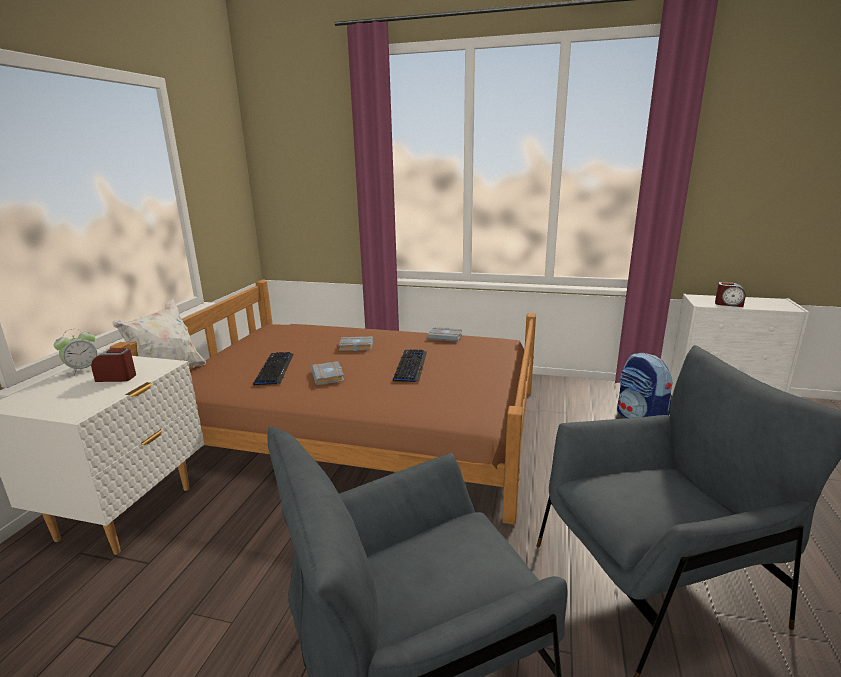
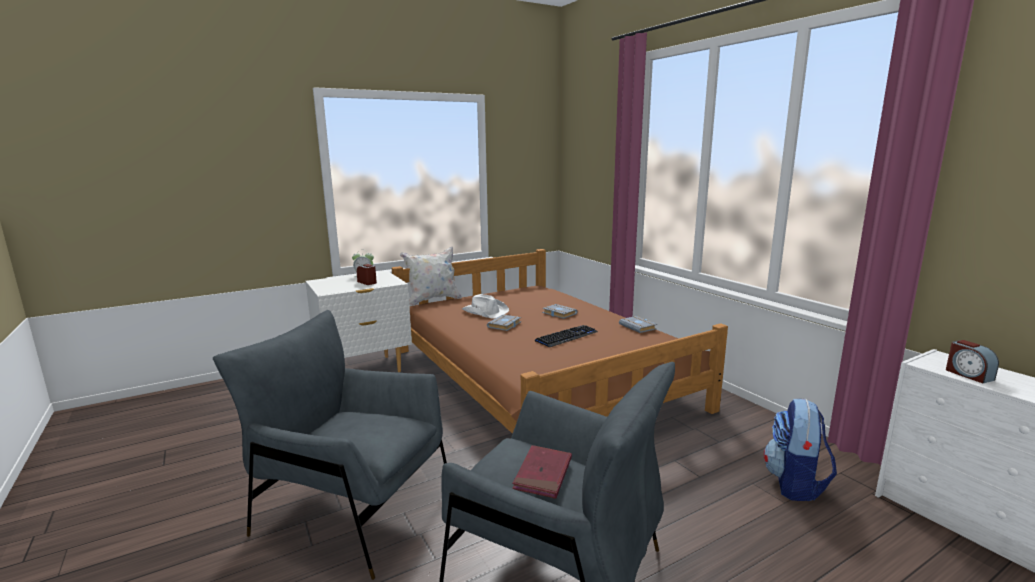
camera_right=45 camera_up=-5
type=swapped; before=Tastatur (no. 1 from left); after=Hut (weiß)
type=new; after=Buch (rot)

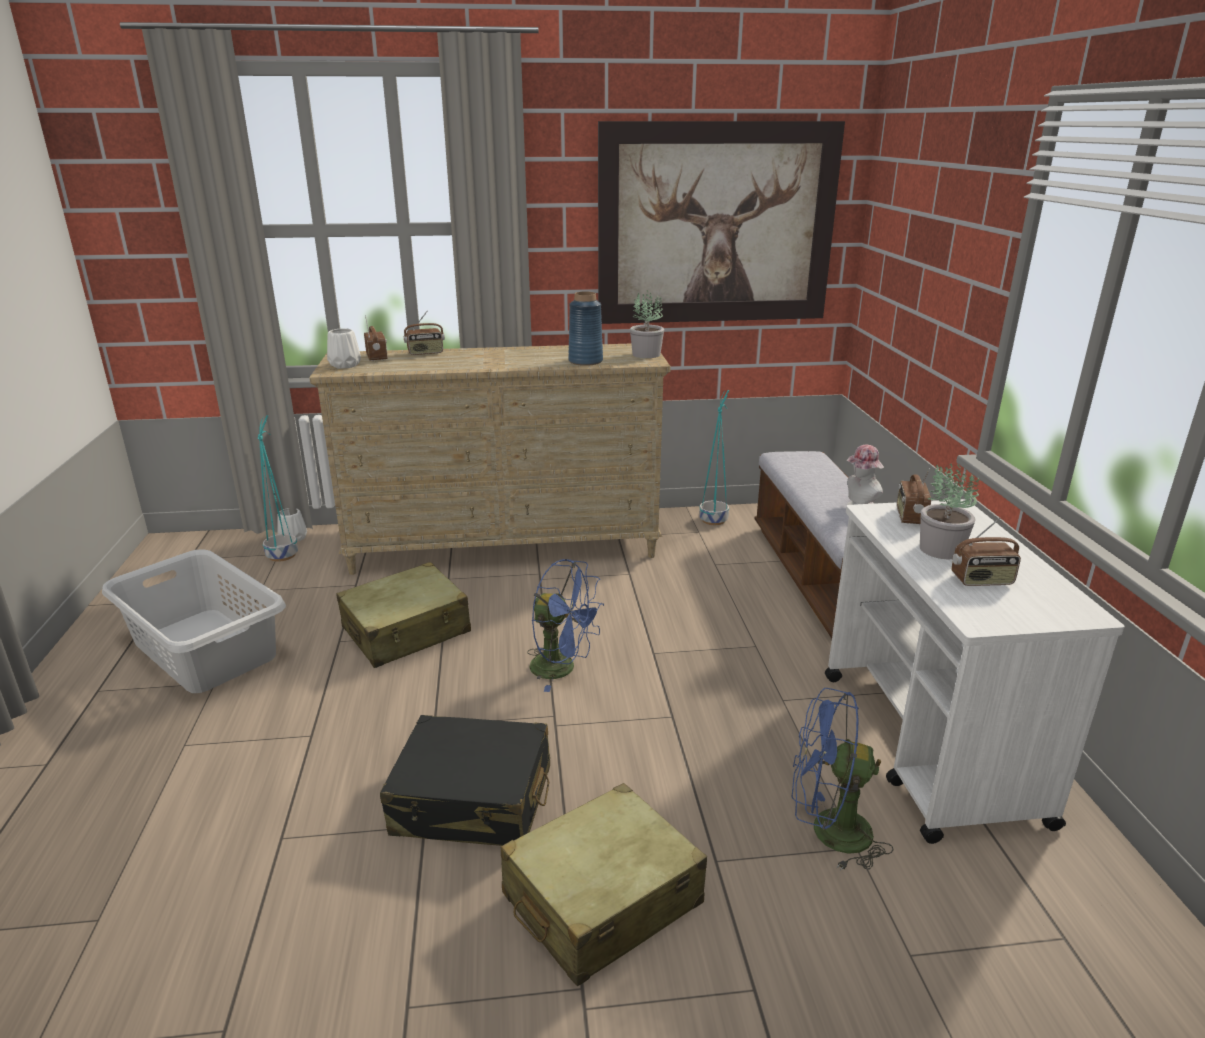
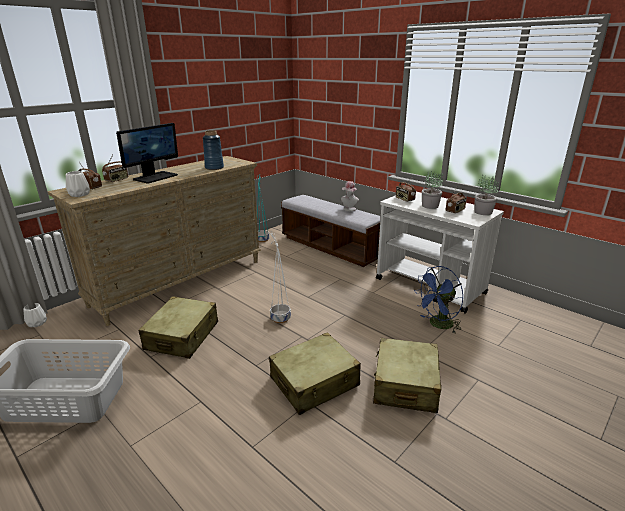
camera_right=-40 camera_up=0
type=gone; before=Pflanzkübel (türkis) (no. 1 from left)
type=repainted; before=Koffer (schwarz); after=Koffer (beige) (no. 2 from left)
type=swapped; before=Ventilator (blau) (no. 1 from left); after=Pflanzkübel (weiß)
type=gone; before=Bild
type=shifted; before=Topfpflanze (no. 1 from left in the first image); after=Topfpflanze (no. 2 from left)
type=new; after=Monitor

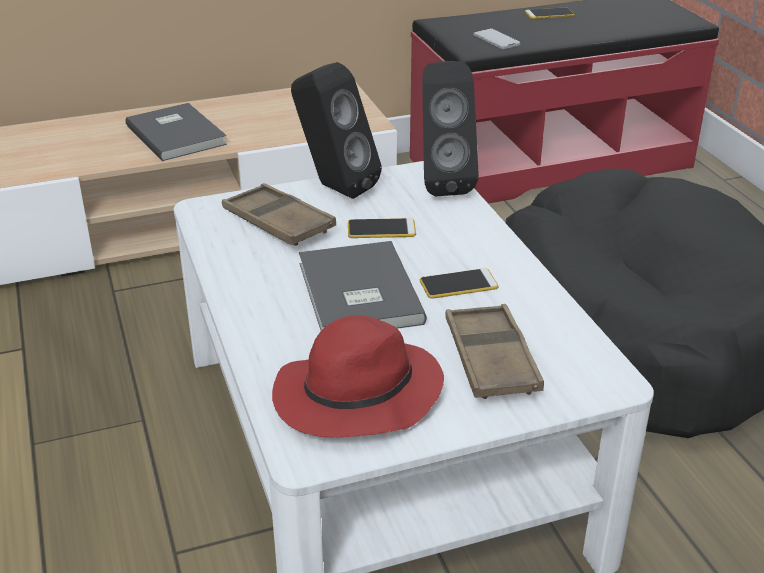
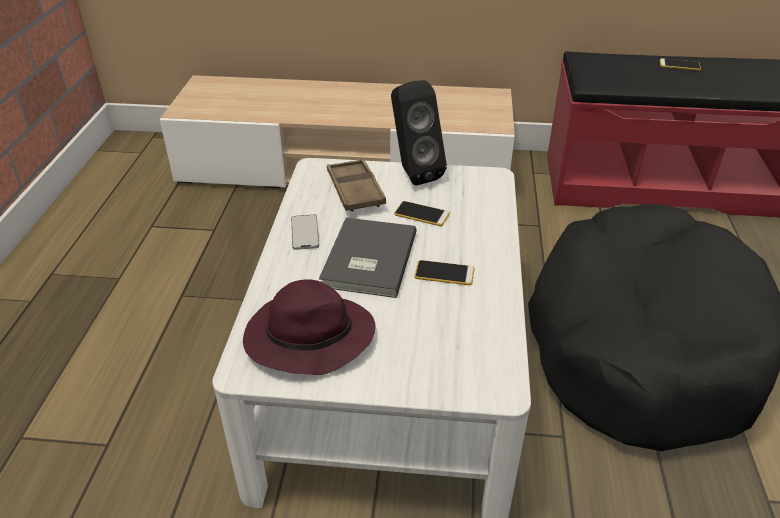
camera_right=25 camera_up=5
type=gone; before=Buch (grau) (no. 1 from left)
type=repainted; before=Hut (rot); after=Hut (lila)
type=gone; before=Lautsprecher (schwarz) (no. 2 from left)
type=gone; before=Tablett (braun) (no. 2 from left)
type=shifted; before=Handy (no. 3 from left in the first image); after=Handy (no. 1 from left)

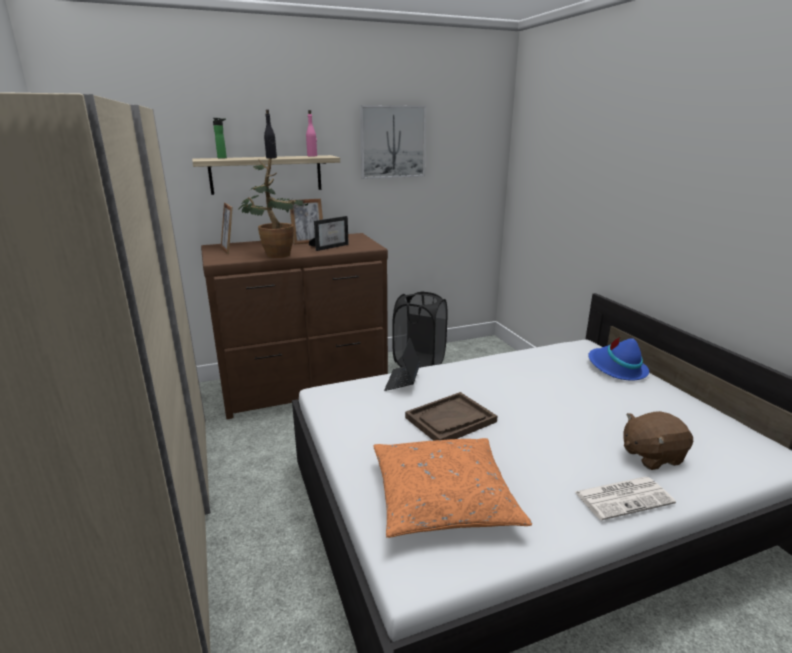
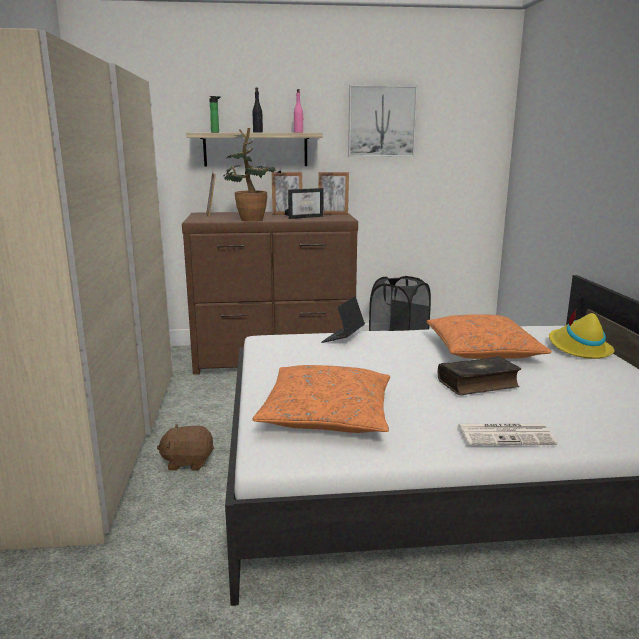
camera_right=15 camera_up=-5
type=gone; before=Tablett (braun)
type=repainted; before=Hut (blau); after=Hut (gelb)
type=shifted; before=Plüschtier (braun)
type=new; after=Bilderrahmen (no. 4 from left)
type=new; after=Kissen (orange) (no. 2 from left)
type=new; after=Buch

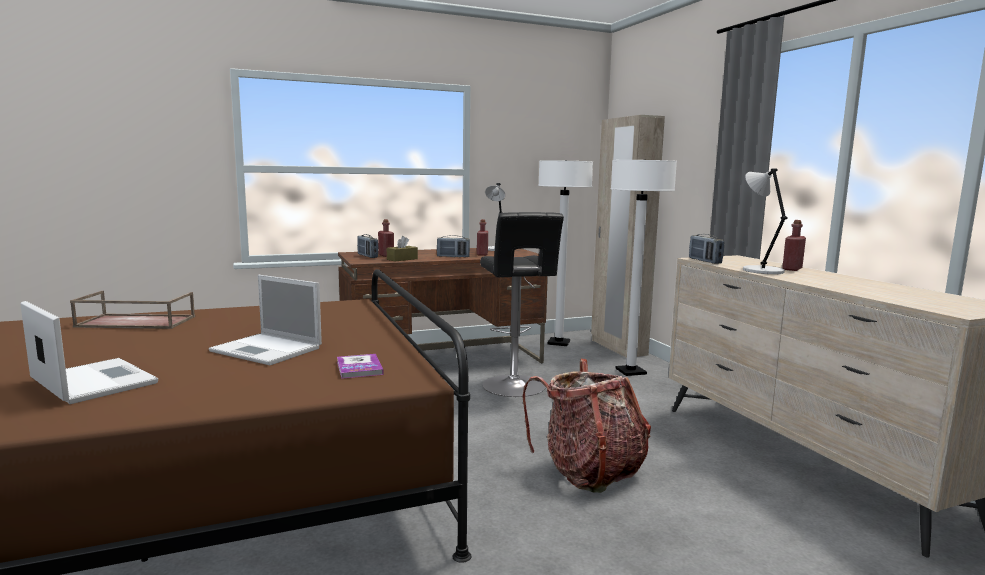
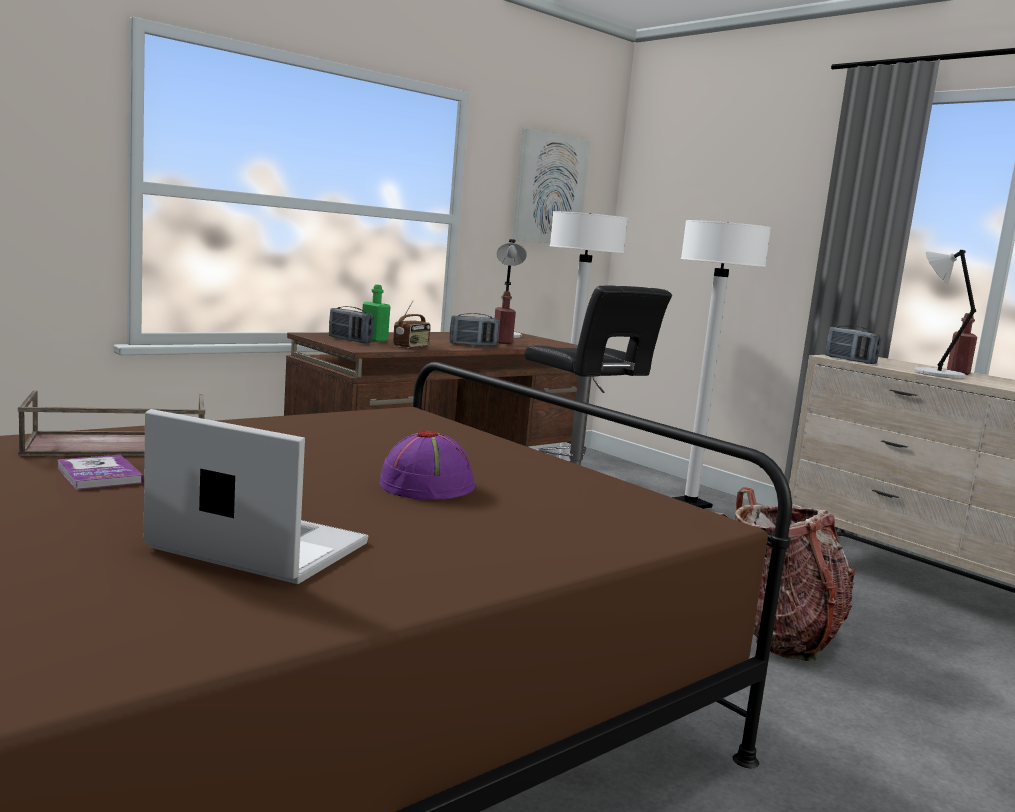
camera_right=-20 camera_up=0
type=swapped; before=Laptop (no. 2 from left); after=Hut (lila)
type=shifted; before=Buch
type=repainted; before=Flasche (rot) (no. 1 from left); after=Flasche (grün)
type=swapped; before=Taschentuchbox (braun); after=Radio (no. 2 from left)
type=gone; before=Kleiderschrank (beige)
type=new; after=Bild

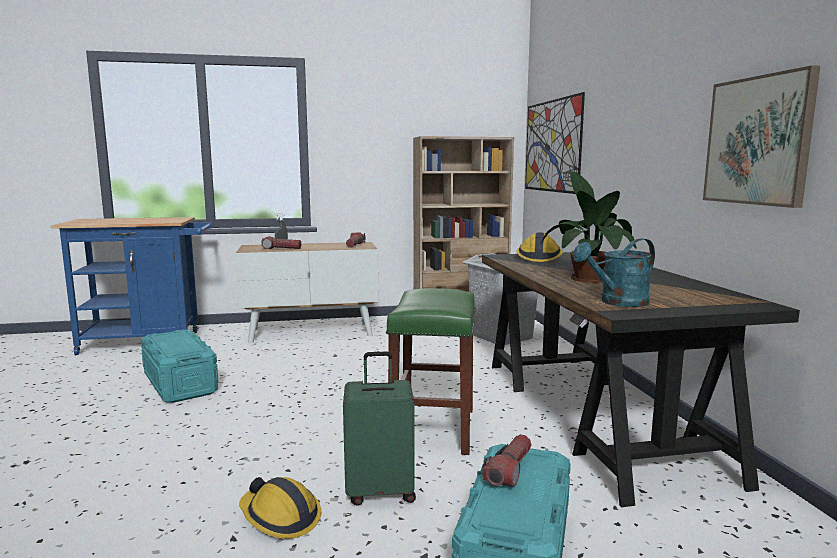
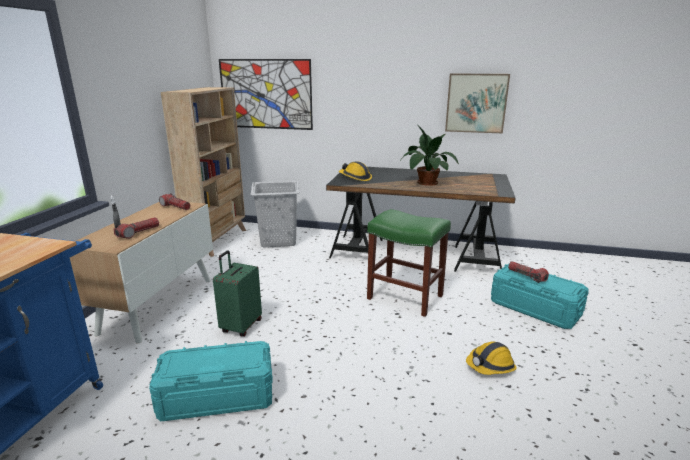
camera_right=-65 camera_up=10
type=shifted; before=Koffer (grün)
type=gone; before=Gießkanne (türkis)

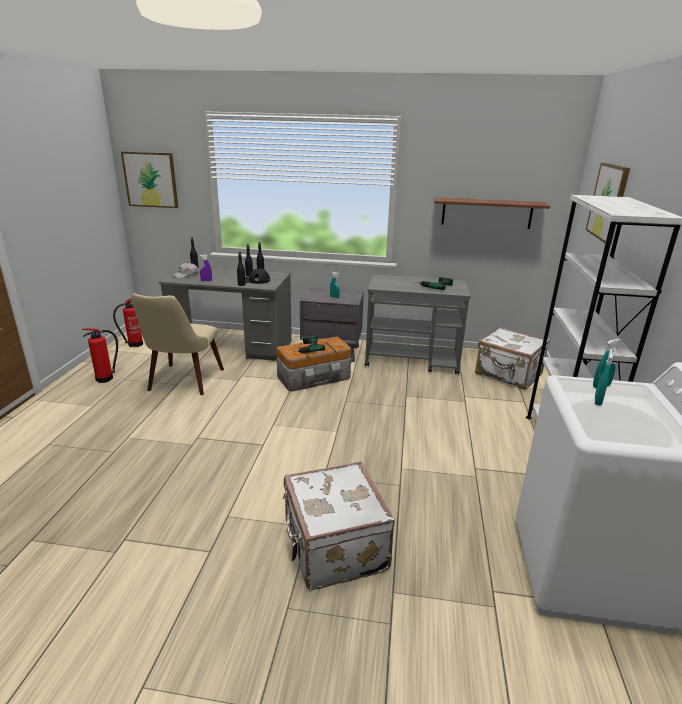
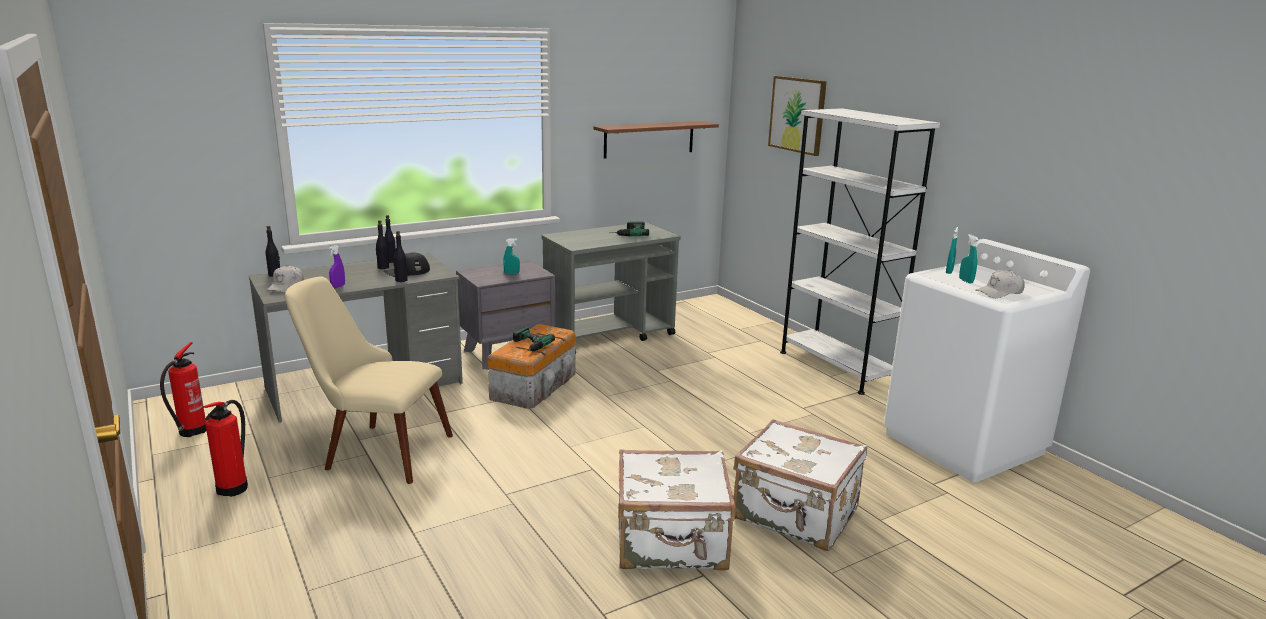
camera_right=-40 camera_up=-5
type=gone; before=Bild (no. 1 from left)
type=rotated; before=Stuhl (beige); turn=135
type=shifted; before=Koffer (weiß) (no. 2 from left in the first image); after=Koffer (weiß) (no. 1 from left)
type=new; after=Kappe (weiß) (no. 2 from left)

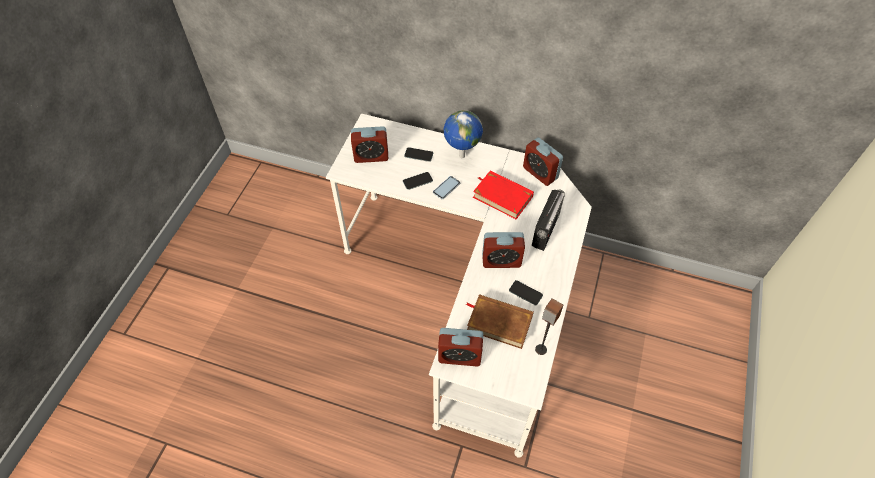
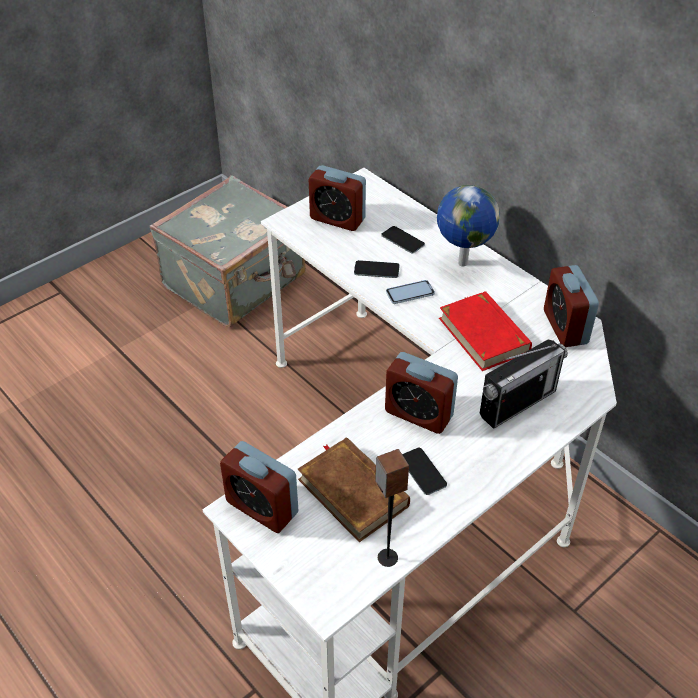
camera_right=30 camera_up=-10
type=new; after=Koffer (grau)

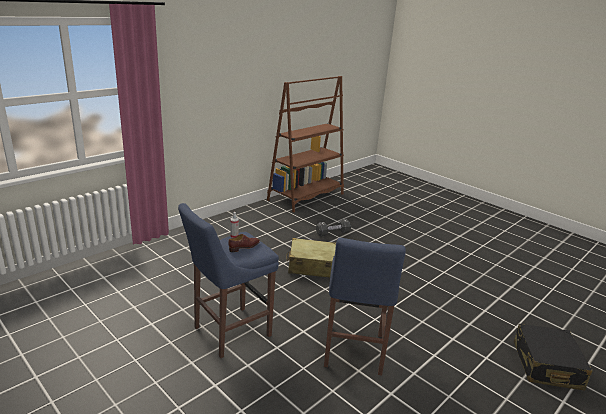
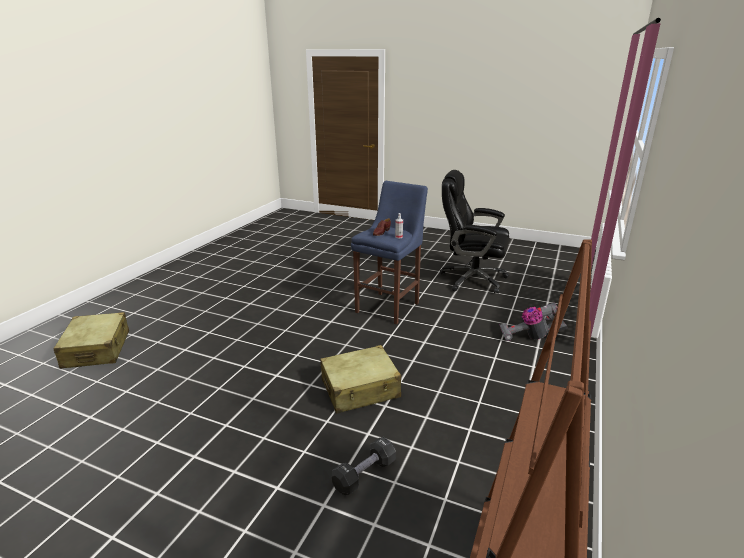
camera_right=160 camera_up=0
type=gone; before=Hocker (blau) (no. 2 from left)
type=repainted; before=Koffer (schwarz); after=Koffer (beige) (no. 1 from left)
type=new; after=Bürostuhl (schwarz)
type=new; after=Staubsauger

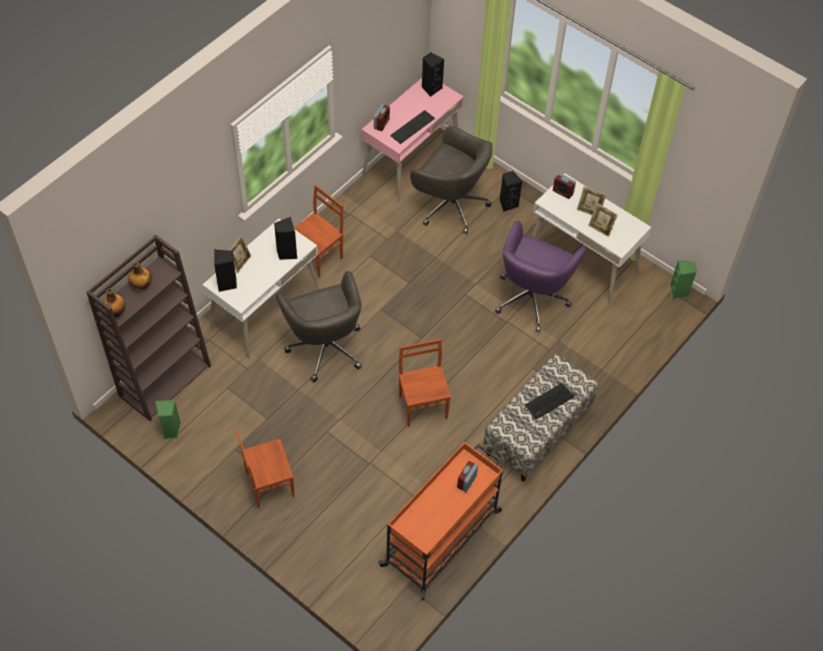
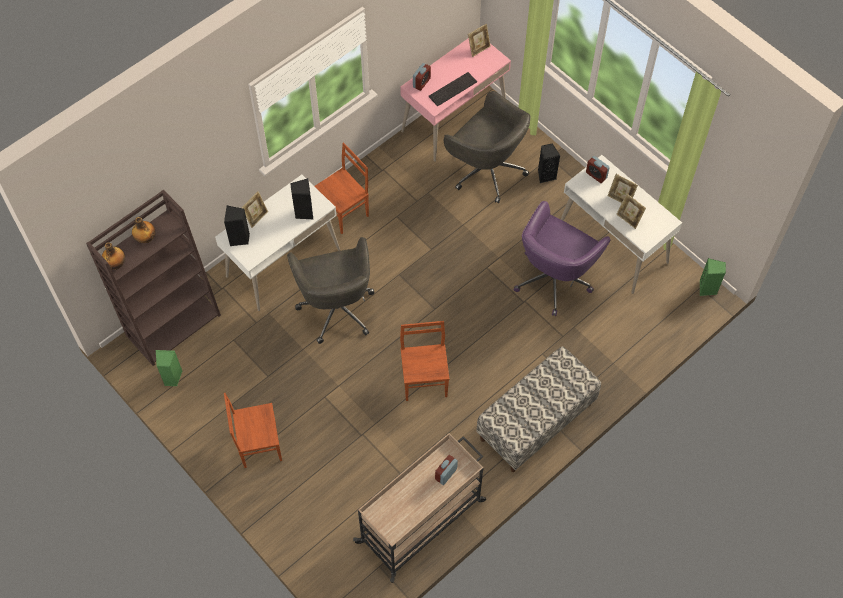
camera_right=10 camera_up=5
type=repainted; before=Rollwagen (orange); after=Rollwagen (beige)
type=swapped; before=Lautsprecher (schwarz) (no. 3 from left); after=Bilderrahmen (no. 2 from left)
type=gone; before=Tastatur (no. 2 from left)

